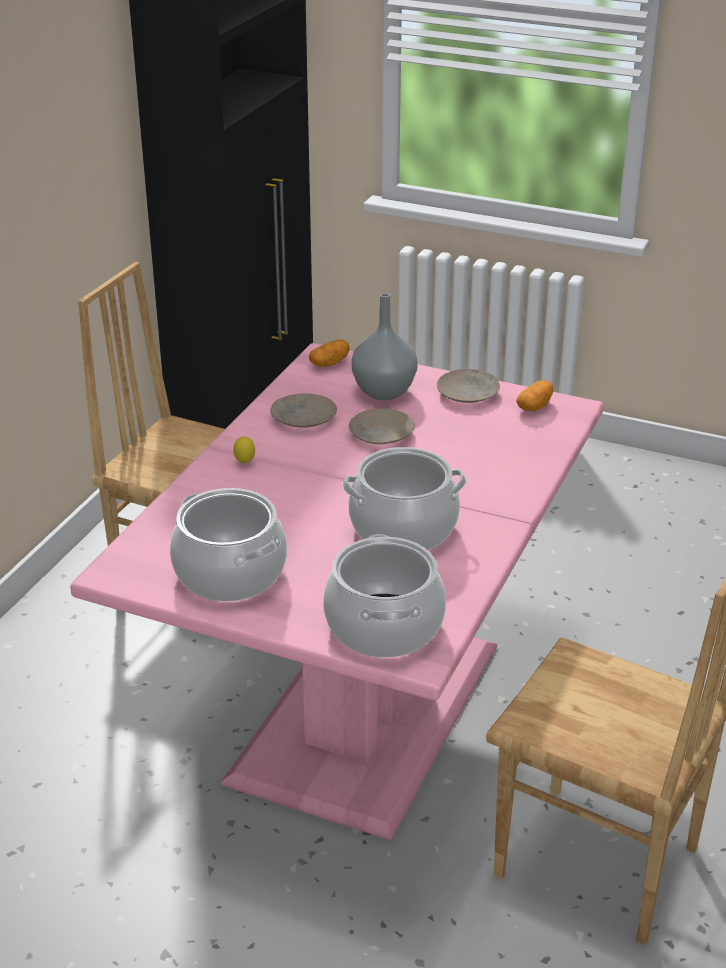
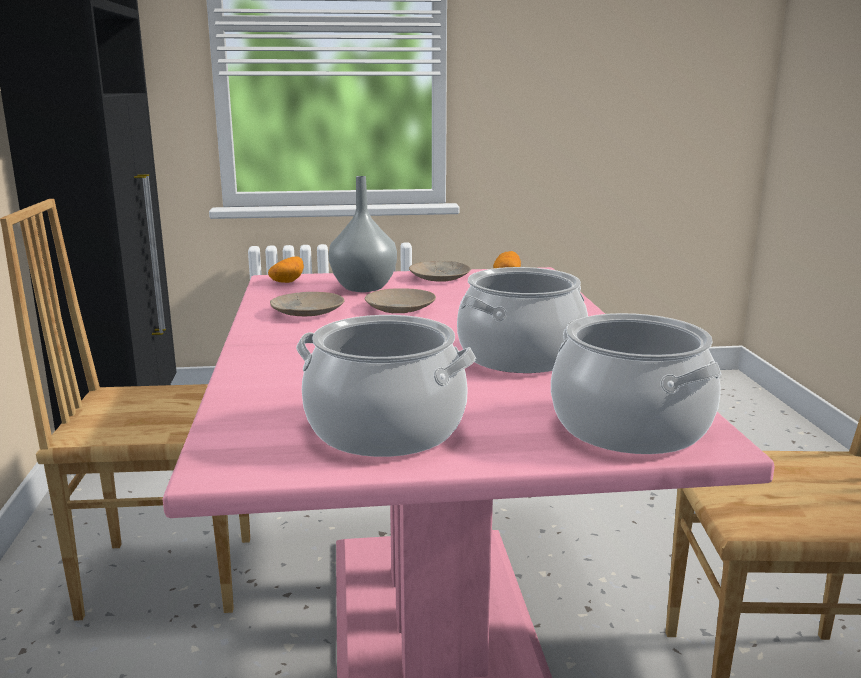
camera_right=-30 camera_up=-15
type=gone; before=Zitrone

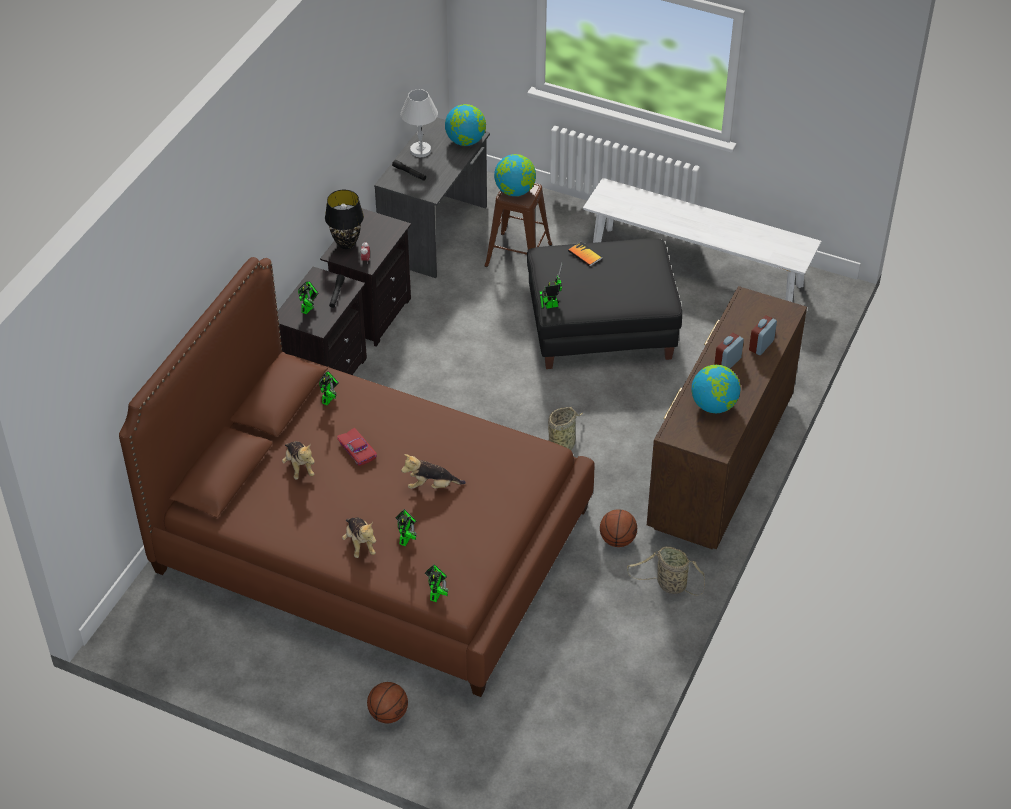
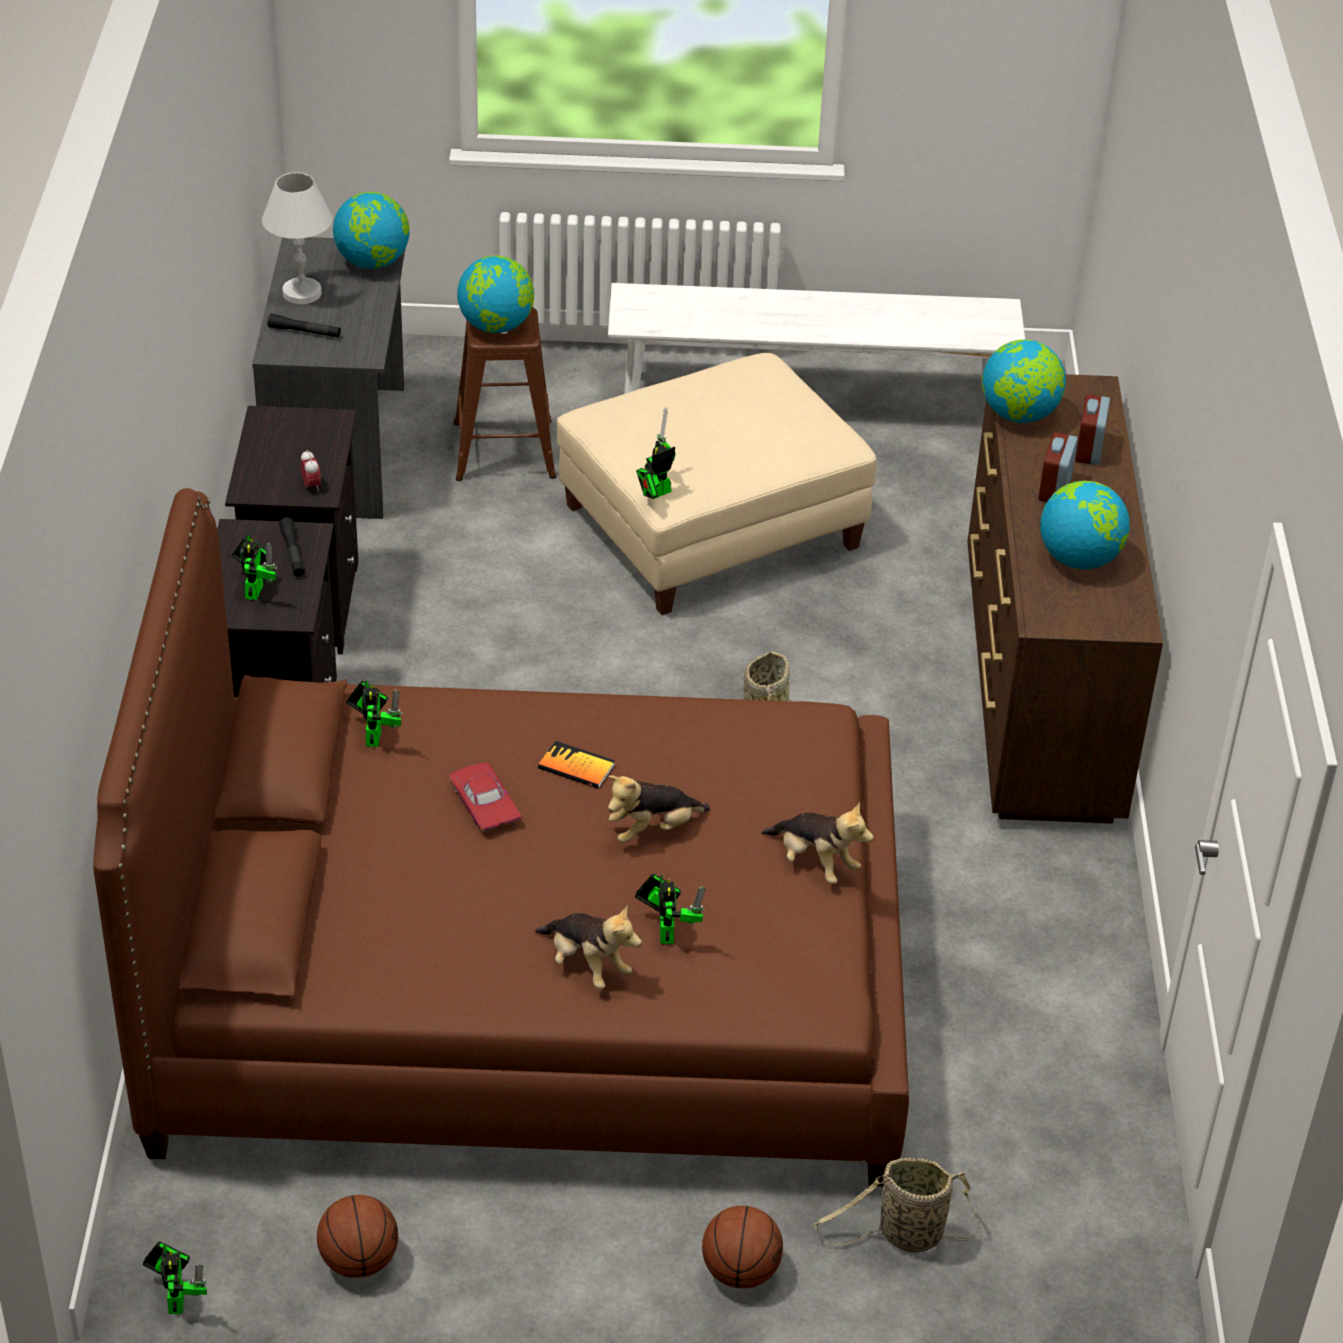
camera_right=-25 camera_up=-5
type=shifted; before=Plüschtier (no. 1 from left in the first image); after=Plüschtier (no. 3 from left)
type=gone; before=Tischlampe (schwarz)
type=rotated; before=Spielzeugauto (rot); turn=-150
type=shifted; before=Spielzeugroboter (no. 4 from left in the first image); after=Spielzeugroboter (no. 1 from left)
type=repainted; before=Polsterhocker (schwarz); after=Polsterhocker (beige)
type=shifted; before=Buch
type=shifted; before=Basketball (no. 2 from left in the first image); after=Basketball (no. 1 from left)
type=shifted; before=Korb (no. 2 from left)
type=new; after=Globus (no. 3 from left)

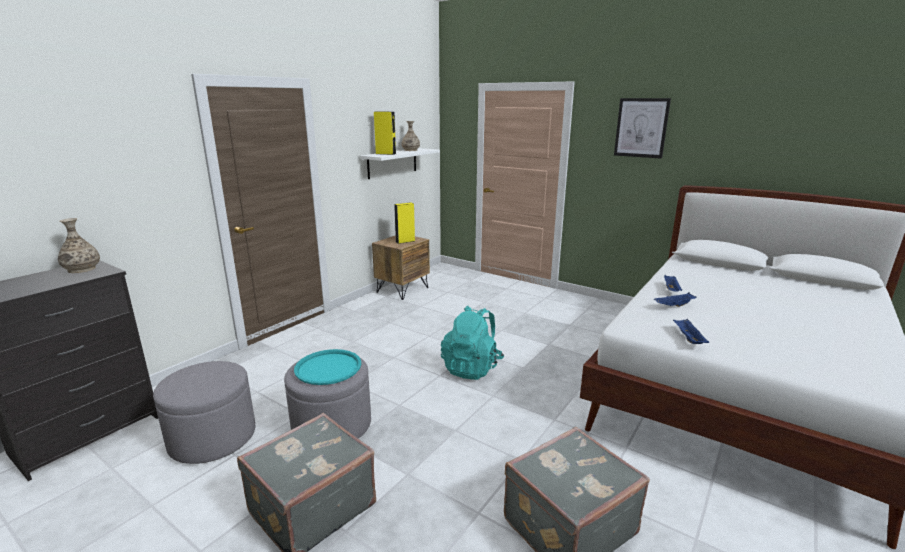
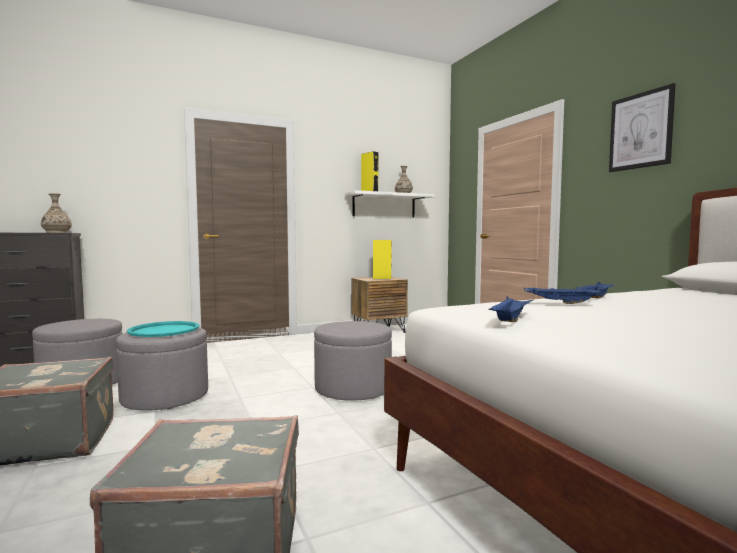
camera_right=30 camera_up=-15
type=swapped; before=Rucksack (türkis); after=Polsterhocker (grau) (no. 3 from left)

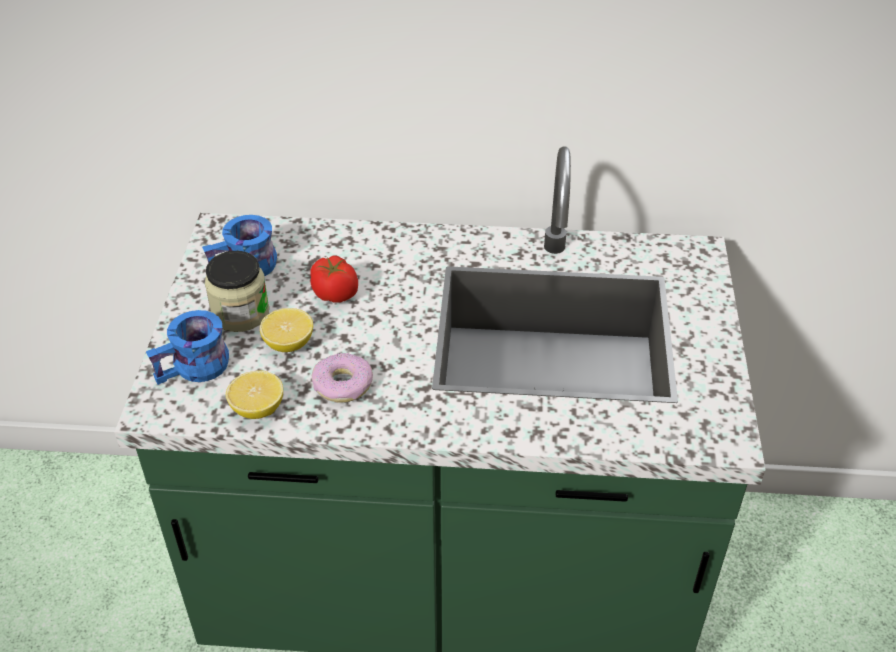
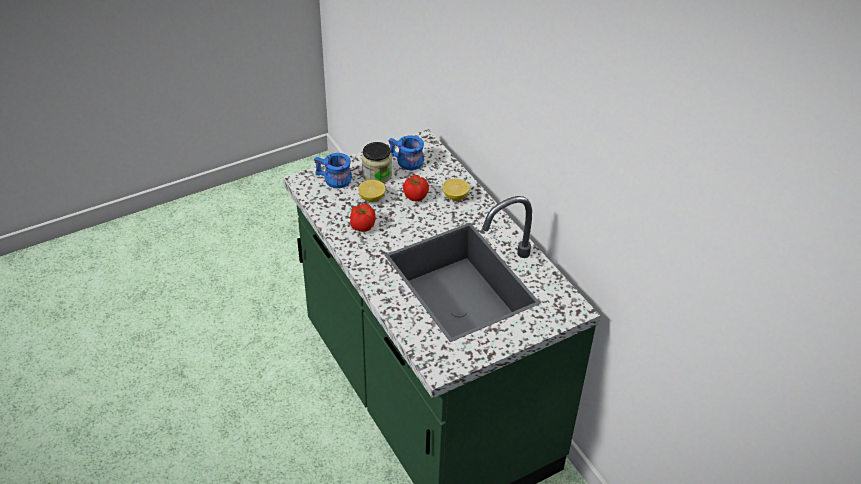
camera_right=55 camera_up=0
type=shifted; before=Zitrone (no. 1 from left in the first image); after=Zitrone (no. 2 from left)
type=swapped; before=Donut; after=Tomate (no. 1 from left)

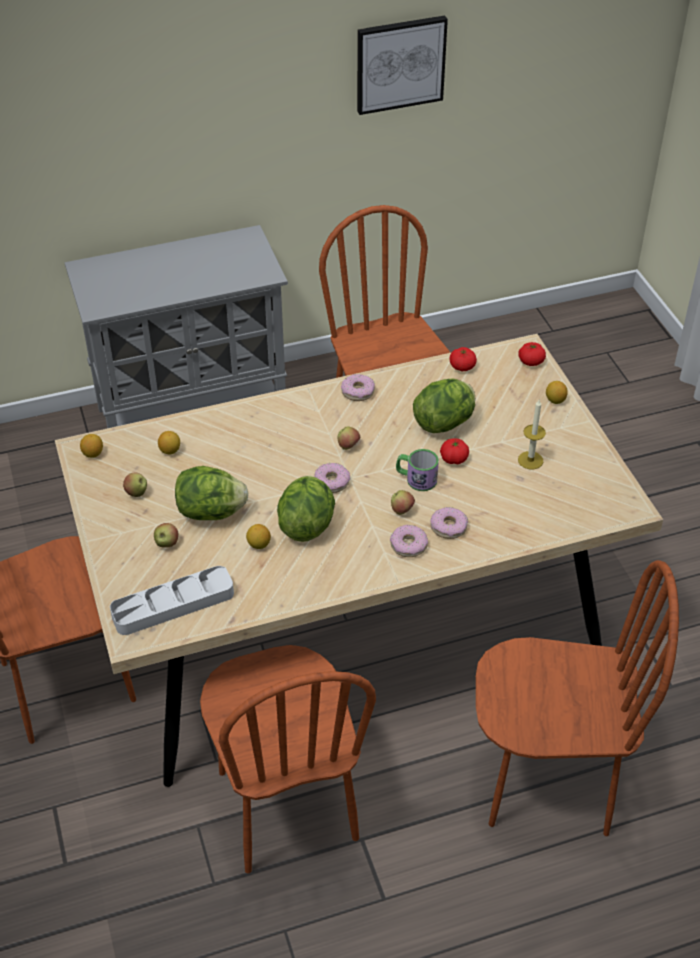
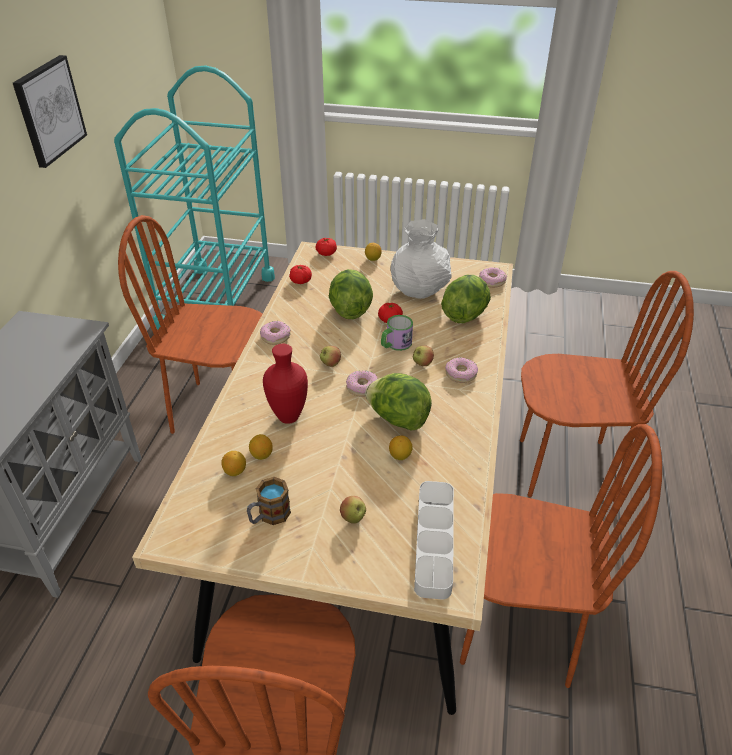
camera_right=-60 camera_up=-5
type=shifted; before=Zitrone (no. 1 from left in the first image); after=Zitrone (no. 2 from left)
type=swapped; before=Apfel (no. 1 from left); after=Henkelbecher (no. 1 from left)
type=shifted; before=Salatkopf (no. 1 from left in the first image); after=Salatkopf (no. 3 from left)
type=shifted; before=Donut (no. 4 from left)
type=rotated; before=Stuhl (braun) (no. 4 from left); turn=60
type=swapped; before=Kerze; after=Vase (weiß)
type=new; after=Rollwagen (türkis)
type=new; after=Vase (rot)

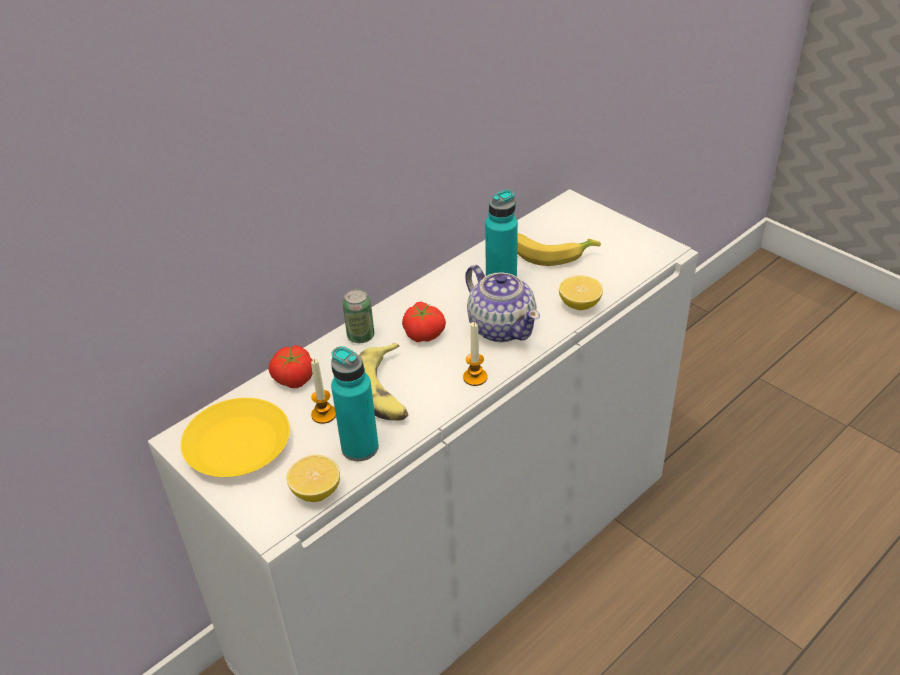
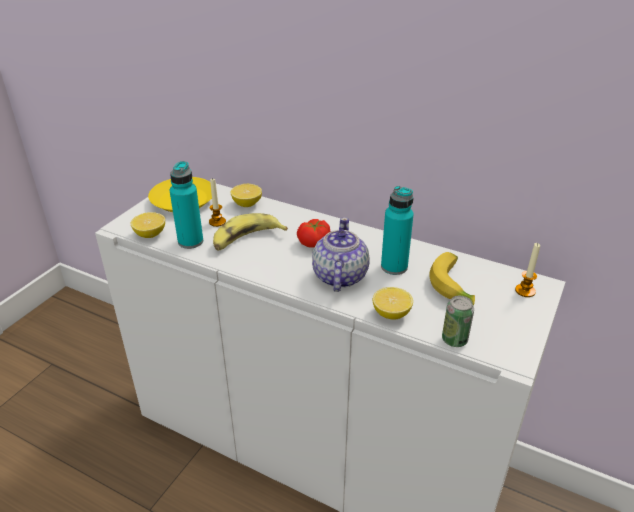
camera_right=70 camera_up=-5
type=swapped; before=Tomate (no. 1 from left); after=Zitrone (no. 2 from left)
type=shifted; before=Dose
type=shifted; before=Kerze (no. 2 from left)
type=rotated; before=Teekanne; turn=150

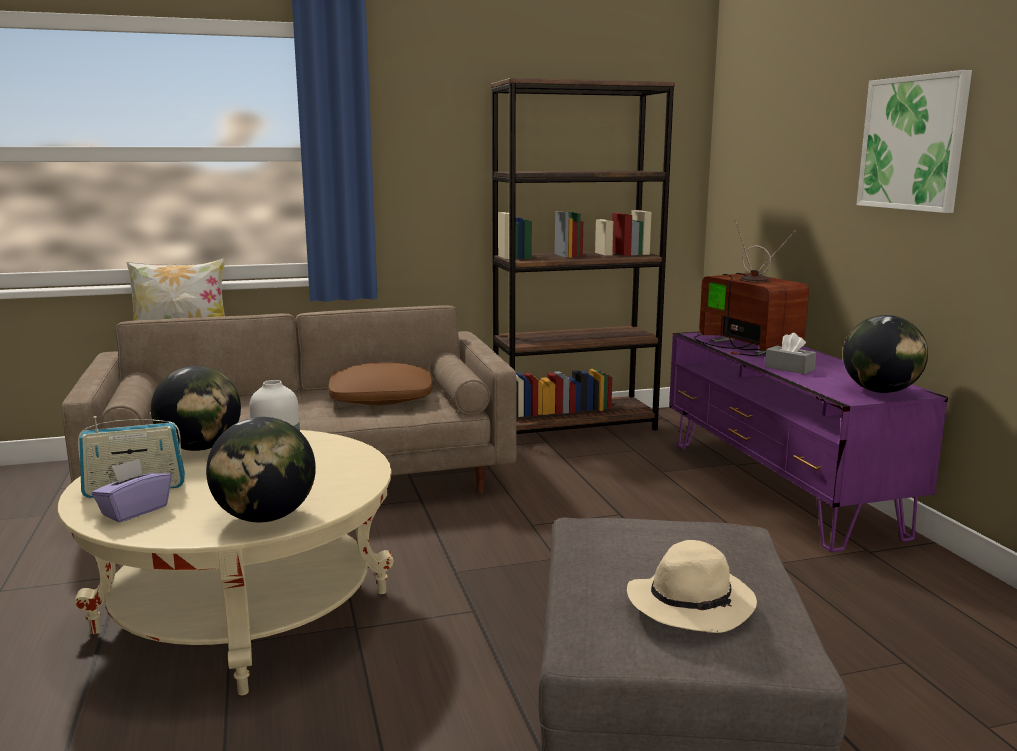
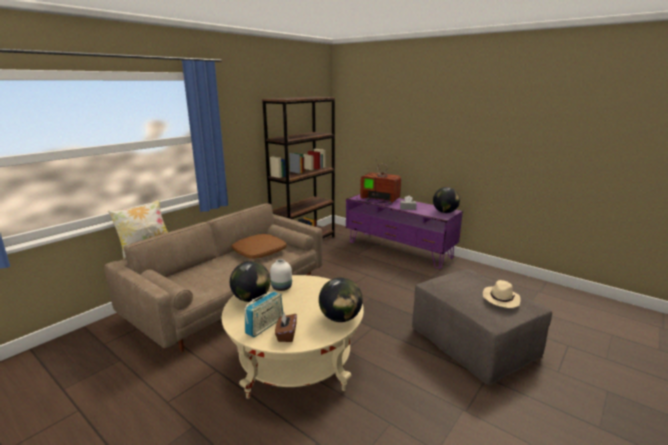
camera_right=-35 camera_up=5
type=repainted; before=Taschentuchbox (lila); after=Taschentuchbox (braun)
type=gone; before=Bild

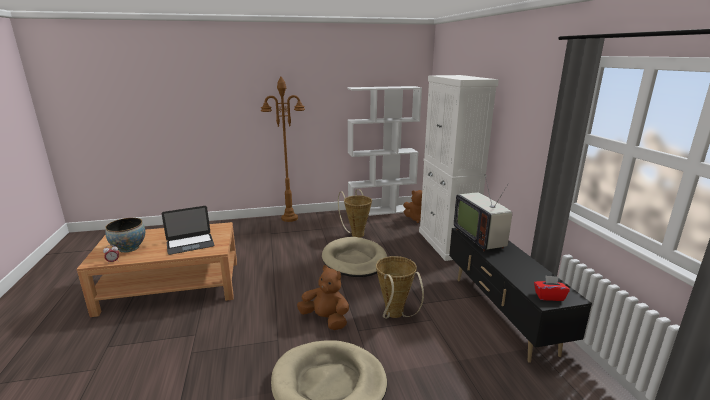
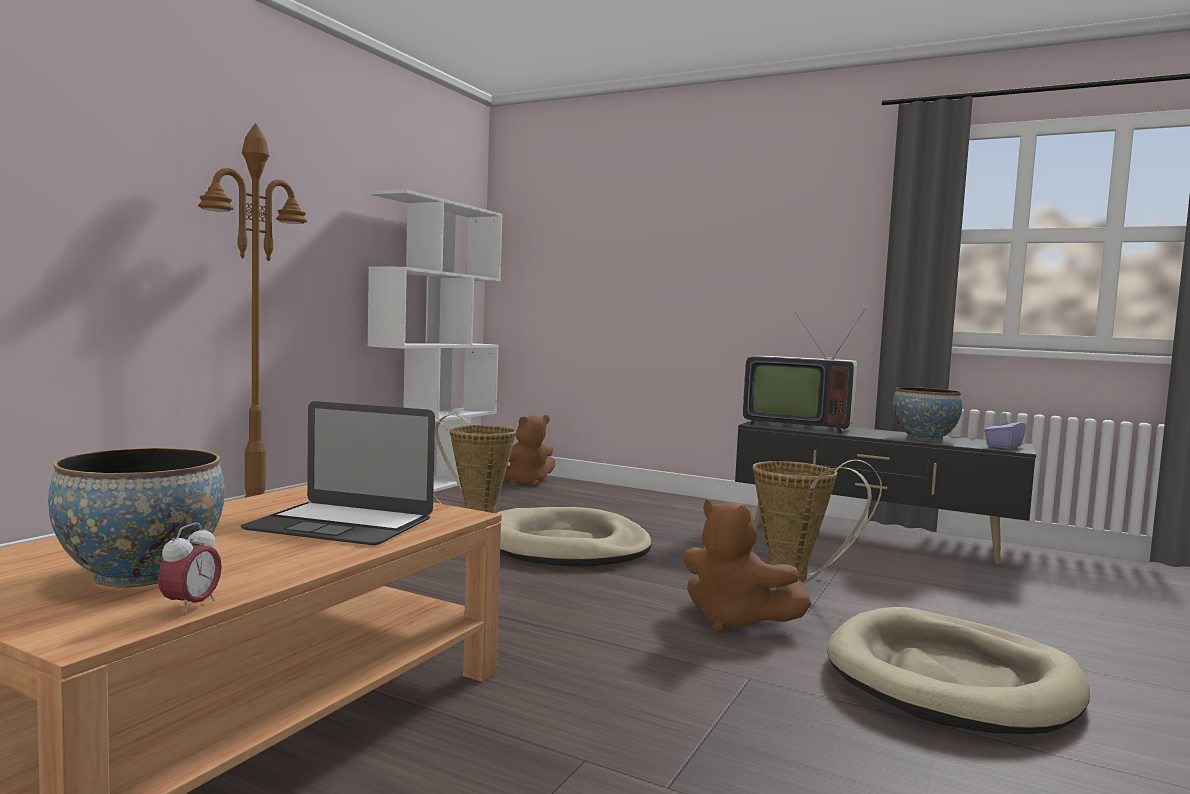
camera_right=-50 camera_up=-15
type=rotated; before=Laptop; turn=90
type=rotated; before=Plüschtier (braun) (no. 1 from left in the first image); turn=-120
type=gone; before=Schrank (weiß)
type=repainted; before=Taschentuchbox (rot); after=Taschentuchbox (lila)
type=new; after=Schüssel (no. 2 from left)

